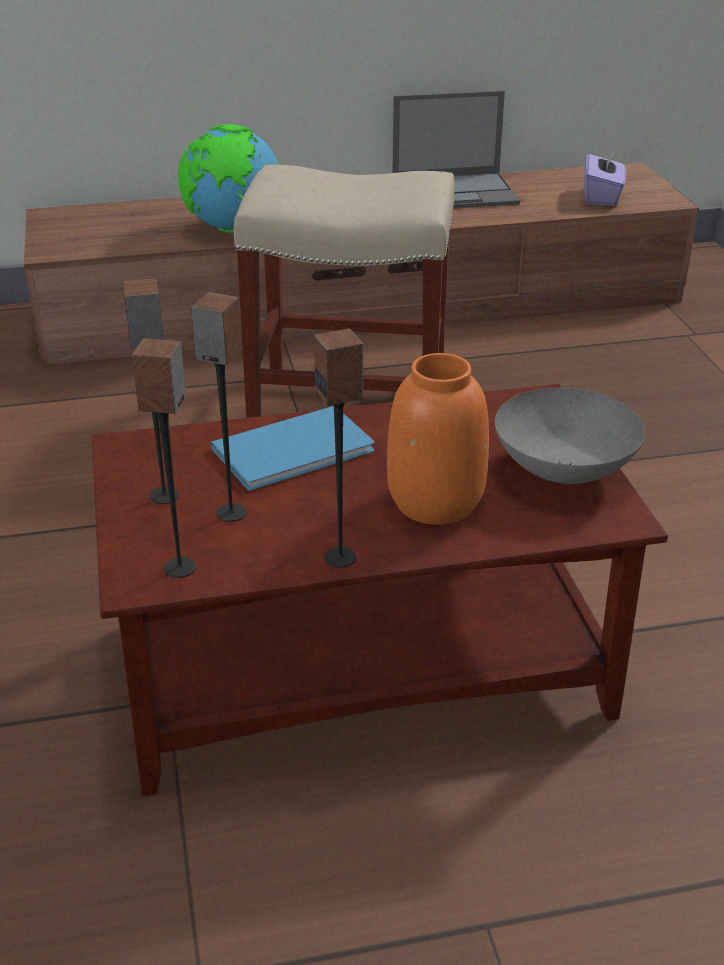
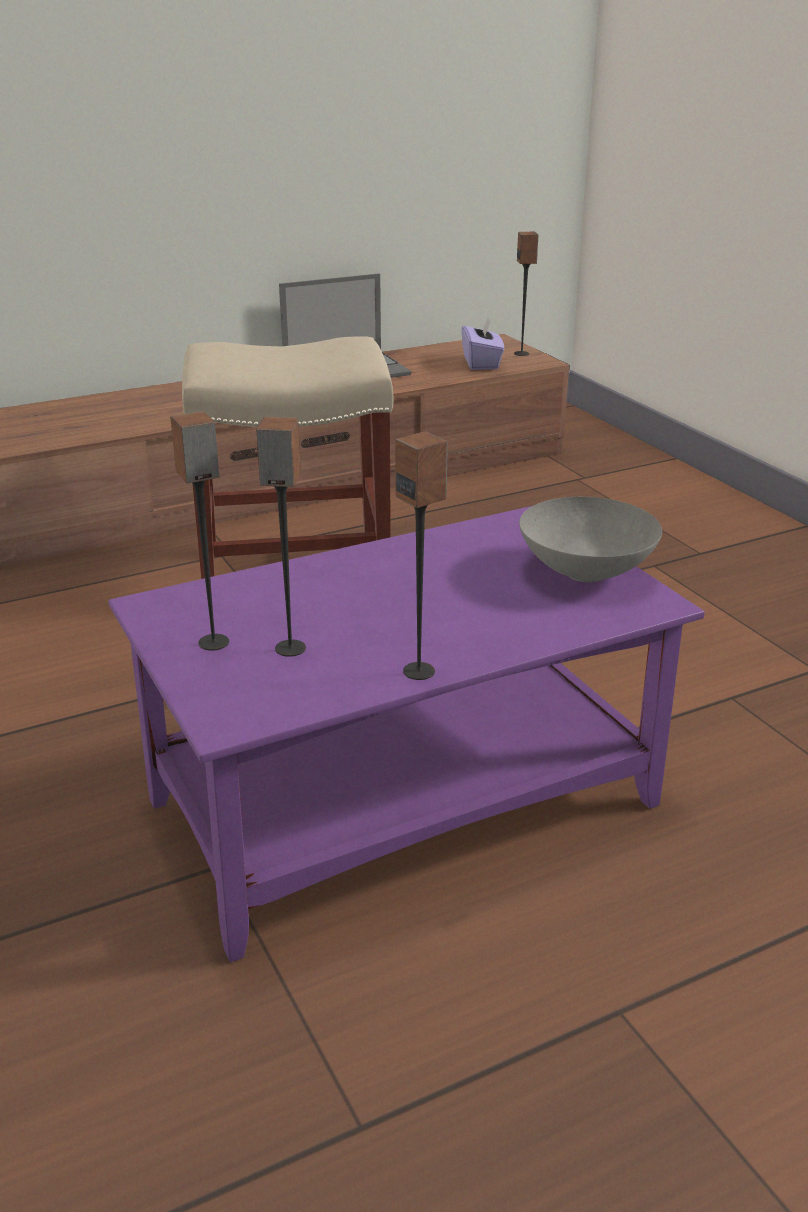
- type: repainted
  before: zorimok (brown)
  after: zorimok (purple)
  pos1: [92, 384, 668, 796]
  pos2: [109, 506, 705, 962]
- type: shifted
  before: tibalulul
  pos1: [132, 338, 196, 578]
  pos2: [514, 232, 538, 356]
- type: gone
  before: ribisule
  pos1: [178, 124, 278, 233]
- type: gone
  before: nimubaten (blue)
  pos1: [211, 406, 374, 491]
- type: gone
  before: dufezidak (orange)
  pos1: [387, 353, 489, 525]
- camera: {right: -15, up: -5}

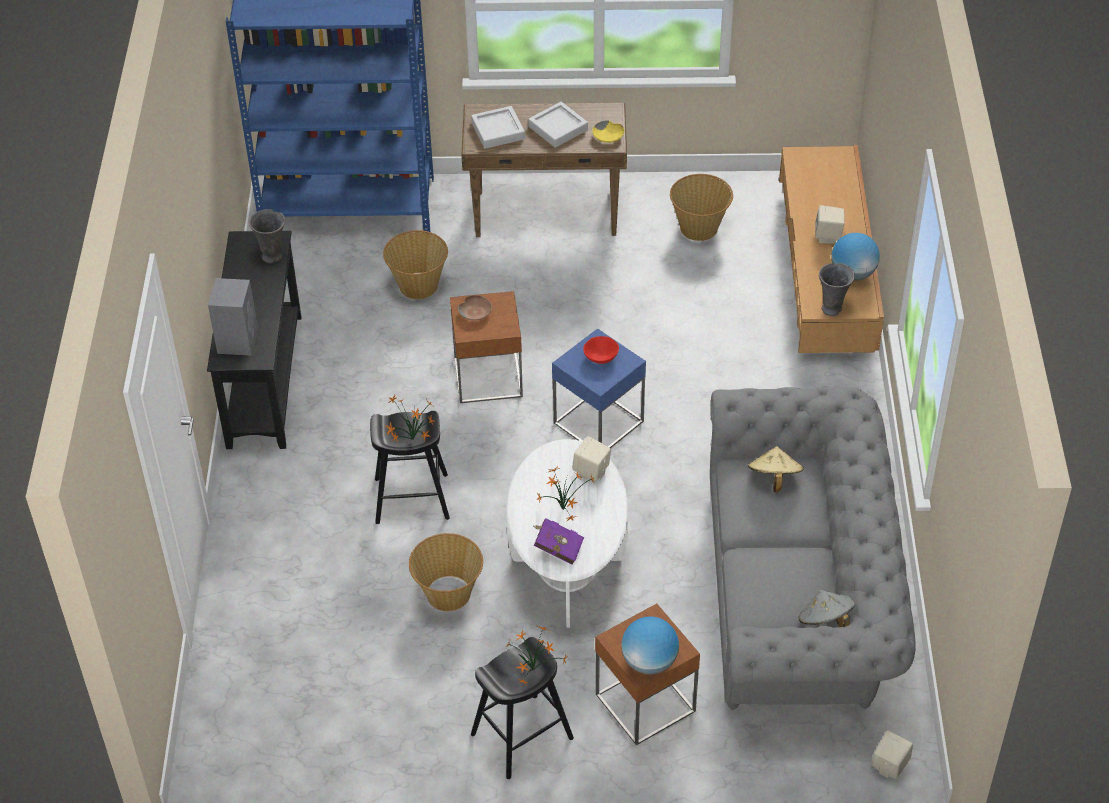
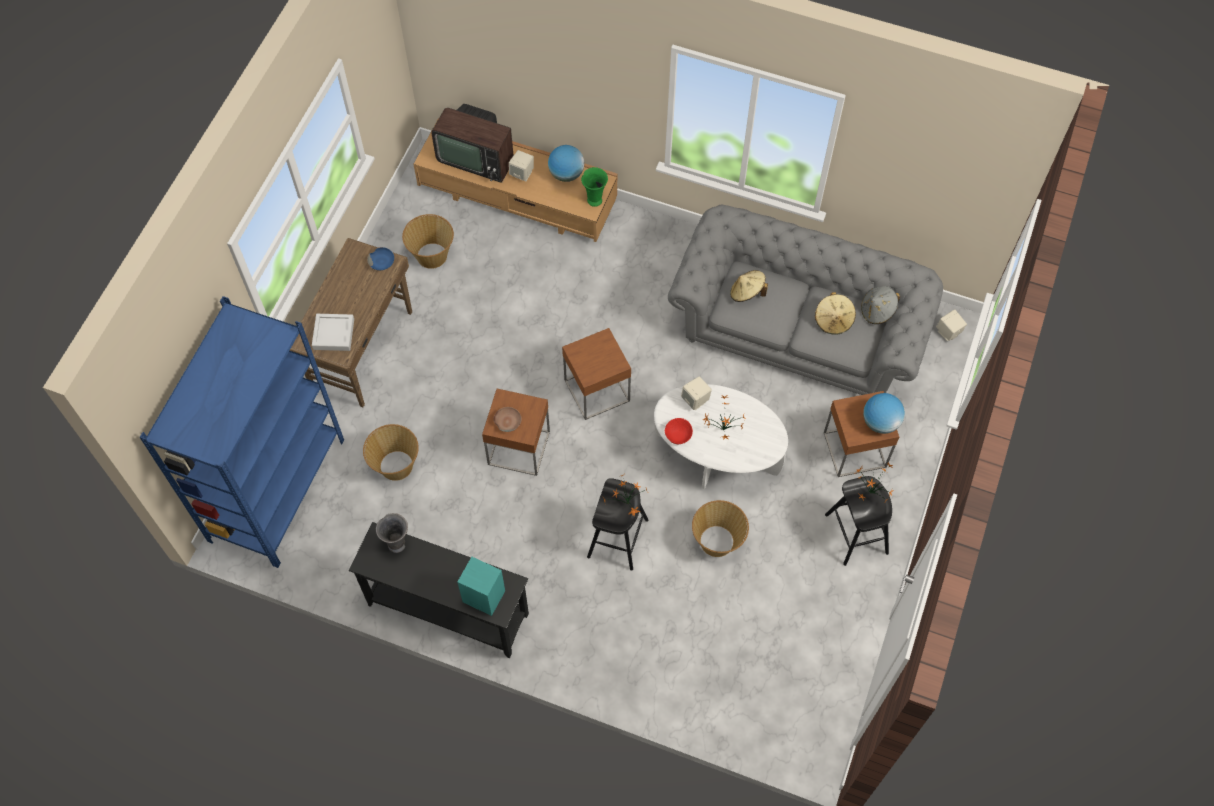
- type: repainted
  before: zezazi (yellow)
  after: zezazi (blue)
  pos1: [592, 120, 624, 143]
  pos2: [367, 247, 394, 270]
- type: new
  after: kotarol
  pos2: [431, 104, 514, 183]
- type: repainted
  before: tibalulul (grey)
  after: tibalulul (turquoise)
  pos1: [208, 278, 258, 356]
  pos2: [457, 557, 505, 616]
- type: repainted
  before: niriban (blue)
  after: niriban (brown)
  pos1: [552, 328, 646, 448]
  pos2: [562, 328, 631, 420]
- type: repainted
  before: dufezidak (grey)
  after: dufezidak (green)
  pos1: [819, 263, 855, 316]
  pos2: [581, 167, 608, 207]
- type: shifted
  before: zezazi (red)
  pos1: [583, 336, 619, 364]
  pos2: [665, 418, 693, 444]
- type: new
  after: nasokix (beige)
  pos2: [815, 292, 856, 335]
- type: gone
  before: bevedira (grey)
  pos1: [528, 102, 588, 148]
- type: gone
  before: nimubaten (purple)
  pos1: [534, 518, 584, 565]
- camera: {right: -70, up: 15}

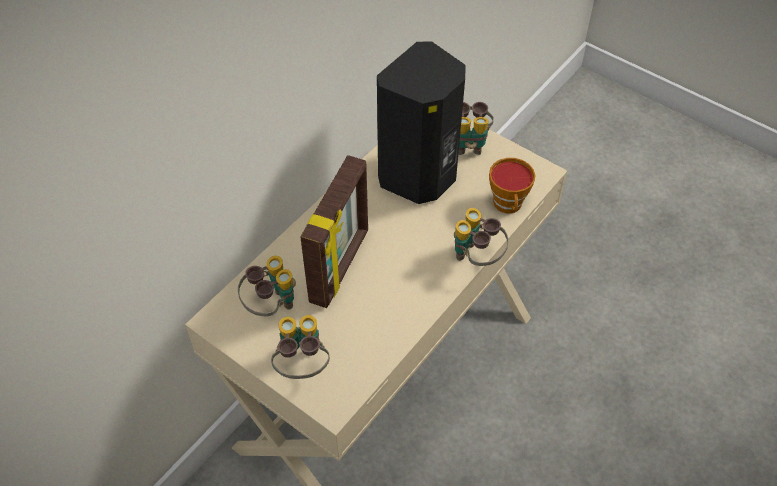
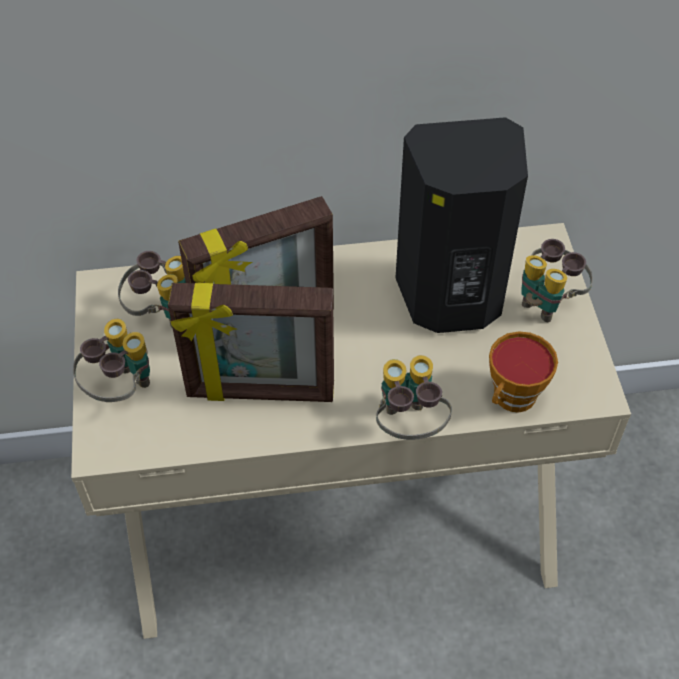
- type: new
  after: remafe
  pos2: [168, 283, 334, 402]
- camera: {right: 45, up: 0}

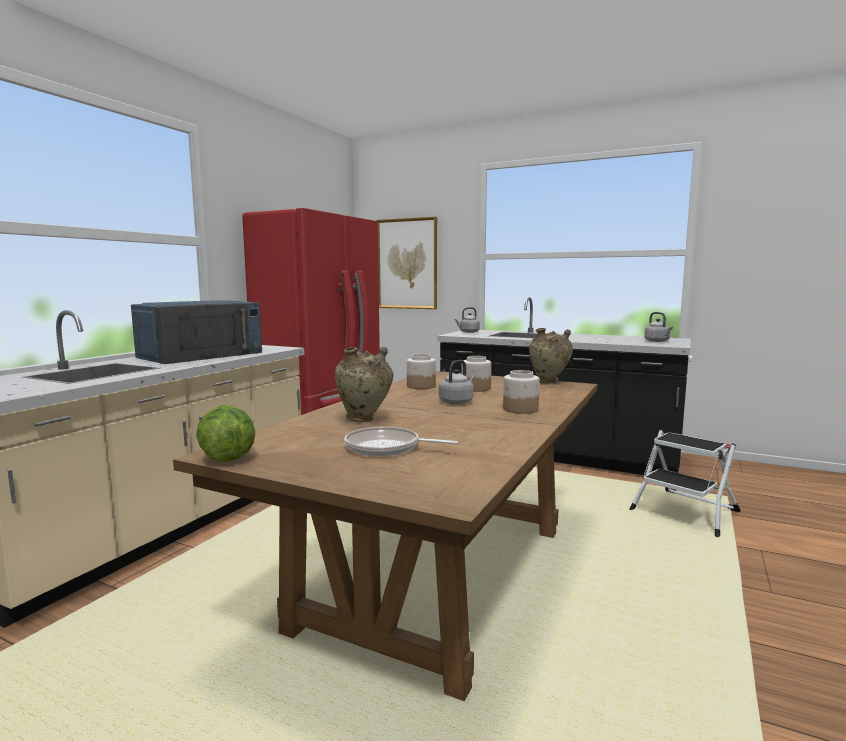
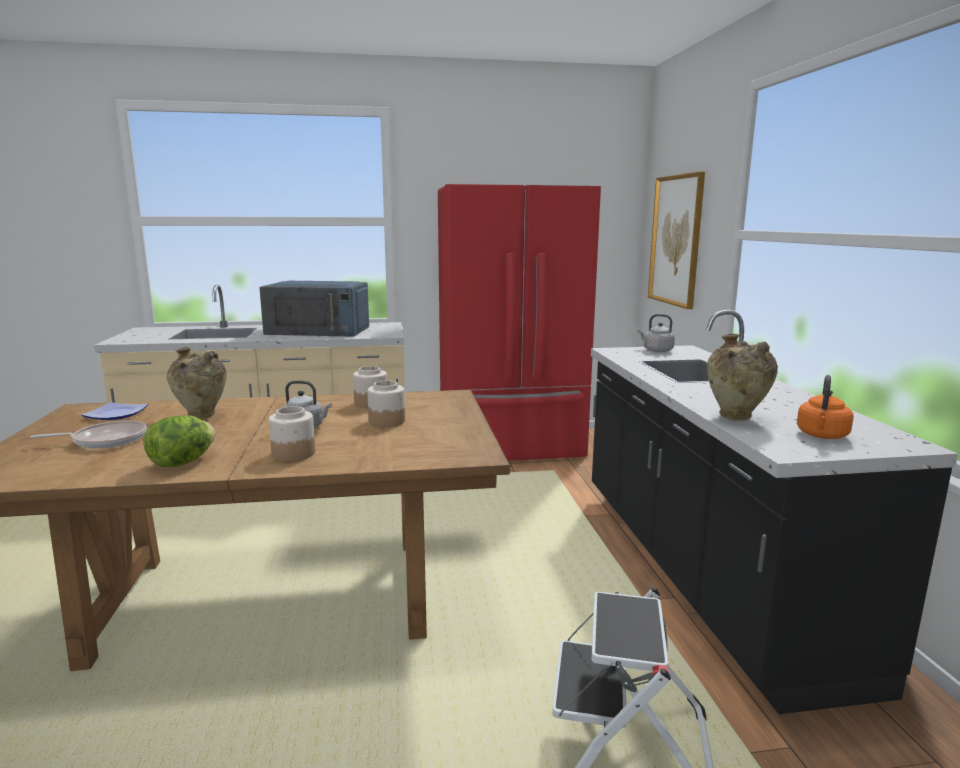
- type: rotated
  before: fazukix
  pos1: [344, 427, 458, 456]
  pos2: [30, 420, 147, 449]
  turn: 90
- type: new
  after: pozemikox
  pos2: [81, 402, 148, 420]
- type: shifted
  before: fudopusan
  pos1: [196, 405, 255, 462]
  pos2: [143, 415, 216, 467]
- type: shifted
  before: dufezidak (beige)
  pos1: [529, 328, 573, 384]
  pos2: [707, 334, 778, 421]
- type: repainted
  before: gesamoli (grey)
  after: gesamoli (orange)
  pos1: [644, 312, 673, 342]
  pos2: [797, 375, 854, 439]
- camera: {right: 55, up: 5}

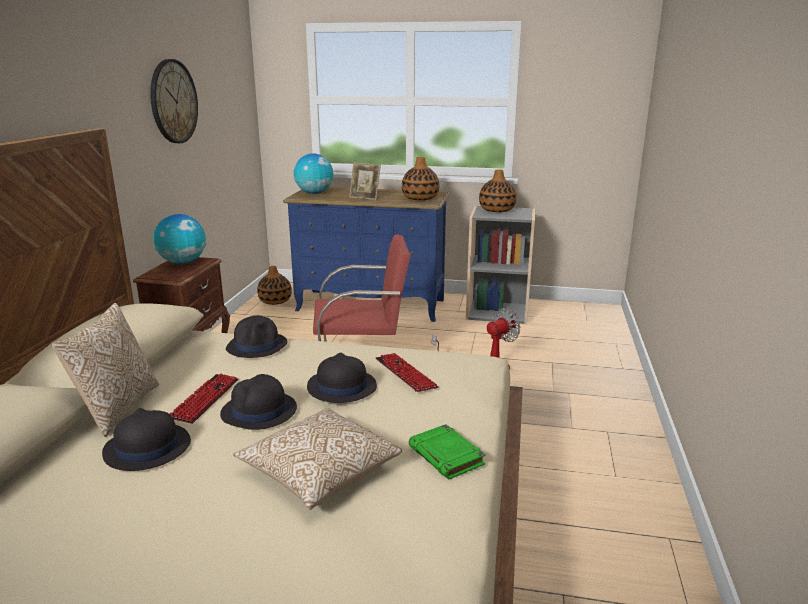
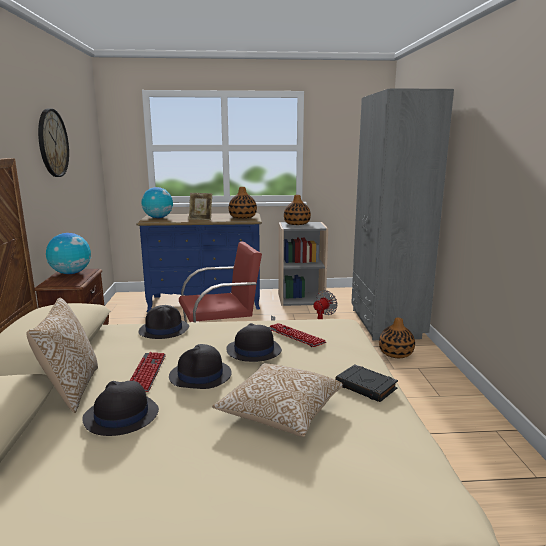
- type: repainted
  before: nimubaten (green)
  after: nimubaten (black)
  pos1: [409, 424, 486, 480]
  pos2: [335, 365, 398, 402]
- type: new
  after: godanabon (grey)
  pos2: [351, 88, 454, 340]
- type: shifted
  before: dufezidak
  pos1: [257, 266, 292, 305]
  pos2: [379, 318, 415, 358]
- camera: {right: -15, up: -5}

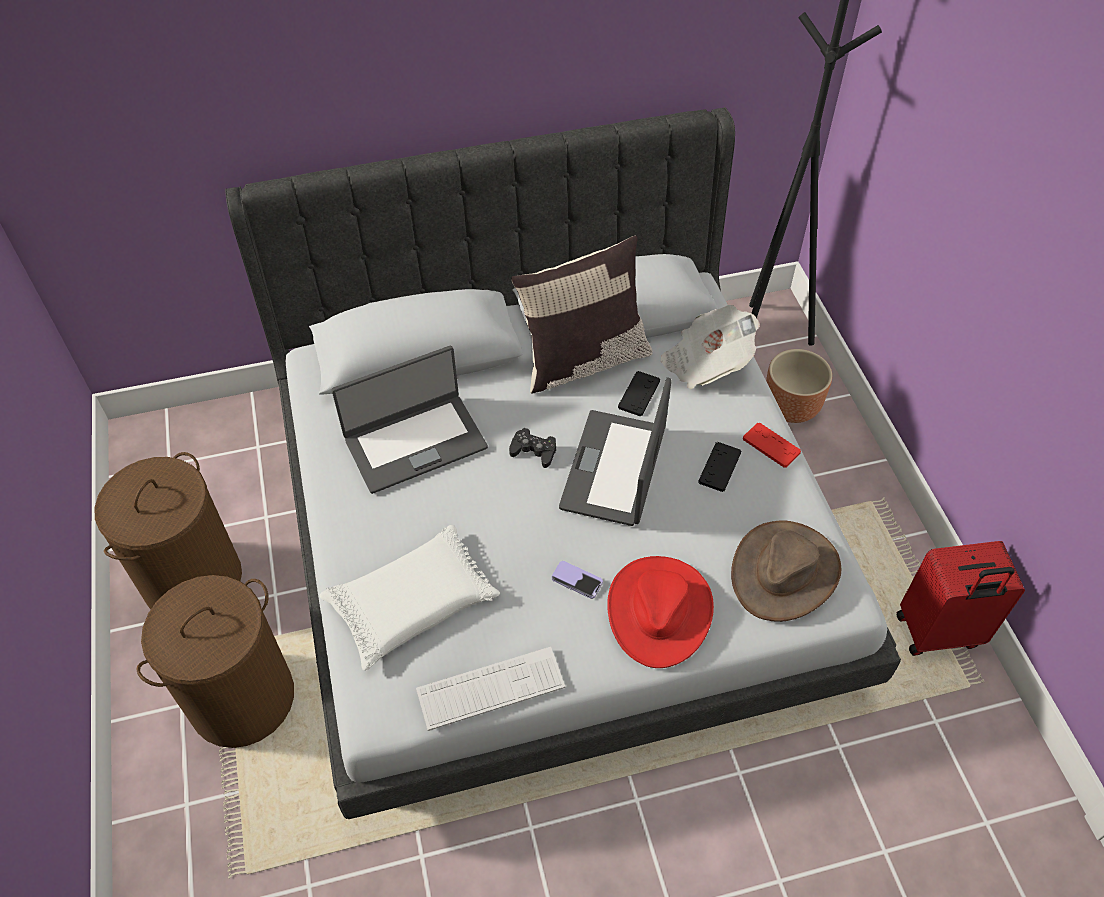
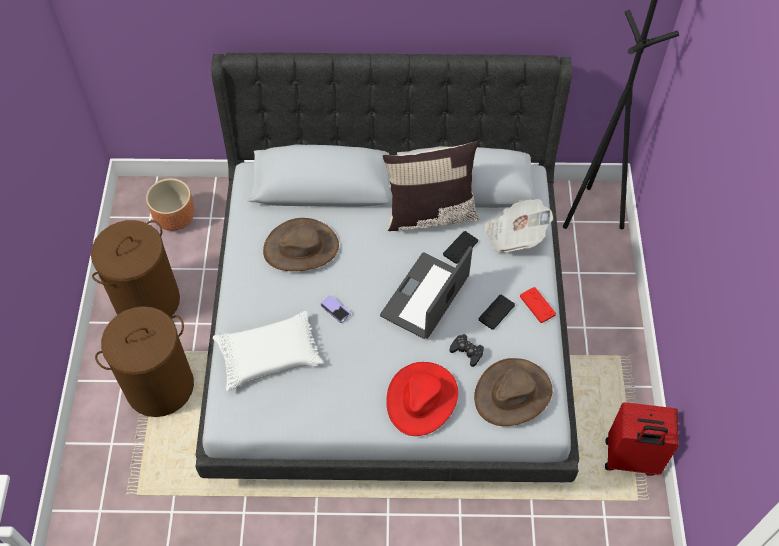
- type: shifted
  before: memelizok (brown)
  pos1: [766, 349, 832, 423]
  pos2: [146, 178, 194, 231]
- type: swapped
  before: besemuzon
  after: nasokix (brown)
  pos1: [332, 346, 488, 494]
  pos2: [263, 218, 339, 271]
- type: shifted
  before: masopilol
  pos1: [551, 561, 603, 599]
  pos2: [320, 295, 351, 323]
- type: shifted
  before: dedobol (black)
  pos1: [509, 428, 556, 468]
  pos2: [450, 334, 484, 367]
- type: gone
  before: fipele
  pos1: [416, 647, 565, 731]
- camera: {right: 15, up: 5}

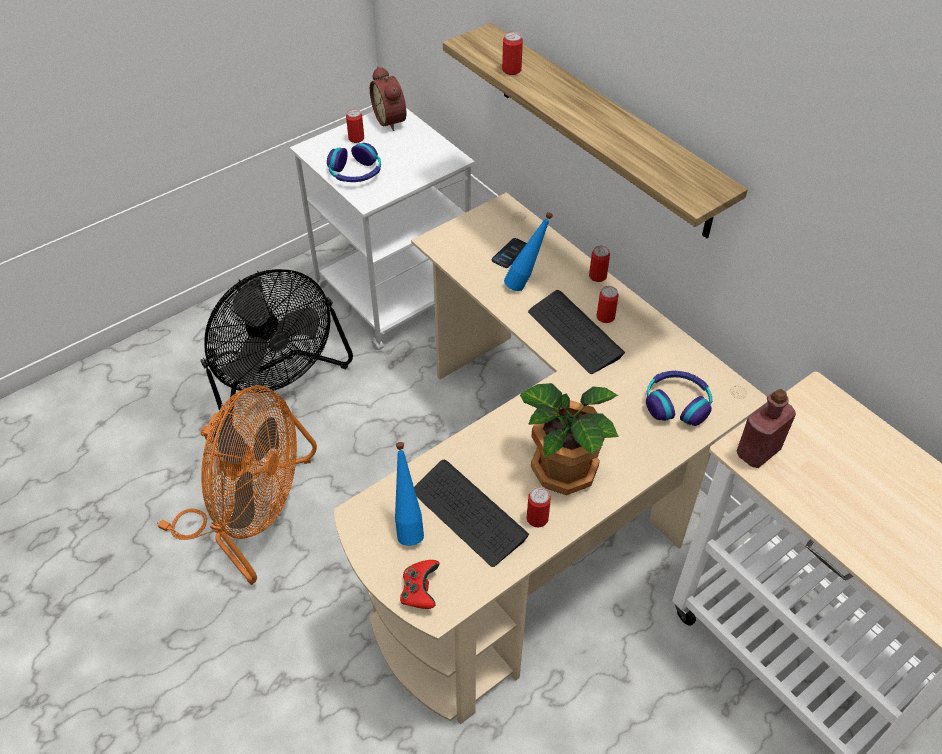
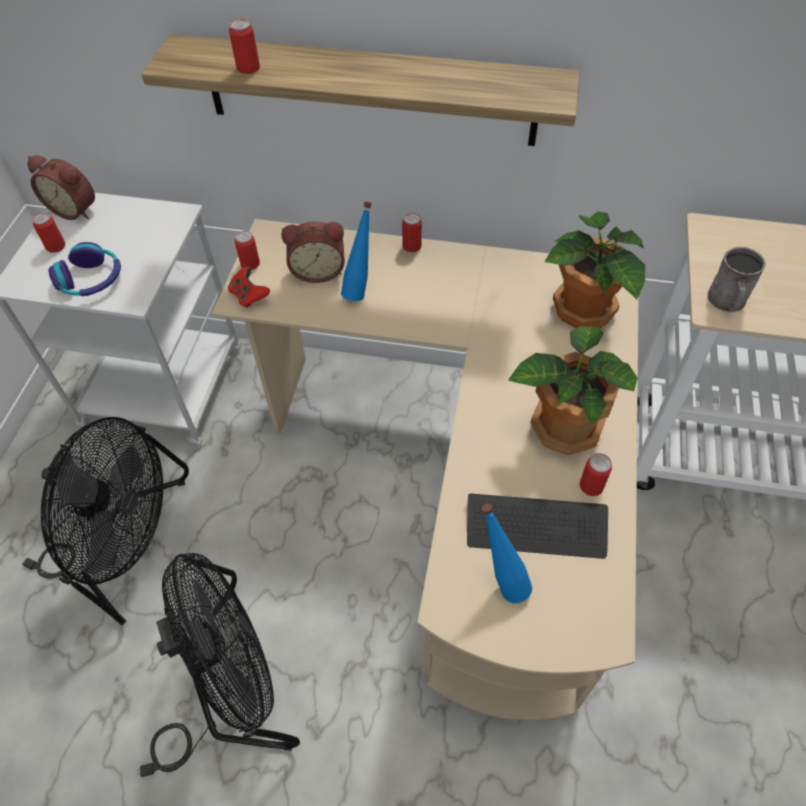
- type: repainted
  before: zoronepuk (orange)
  after: zoronepuk (black)
  pos1: [157, 385, 317, 585]
  pos2: [137, 553, 300, 777]
- type: shifted
  before: dedobol (red)
  pos1: [400, 560, 439, 609]
  pos2: [228, 266, 270, 308]
- type: shifted
  before: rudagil
  pos1: [596, 286, 619, 323]
  pos2: [235, 231, 260, 270]
- type: swapped
  before: masopilol
  after: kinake
  pos1: [492, 238, 527, 268]
  pos2: [281, 221, 345, 283]
- type: swapped
  before: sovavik
  after: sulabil
  pos1: [646, 371, 713, 426]
  pos2: [545, 211, 645, 328]
- type: swapped
  before: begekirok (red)
  after: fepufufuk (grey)
  pos1: [737, 389, 796, 468]
  pos2: [708, 247, 766, 312]
- type: gone
  before: fipele
  pos1: [528, 290, 625, 374]
- camera: {right: -40, up: 5}

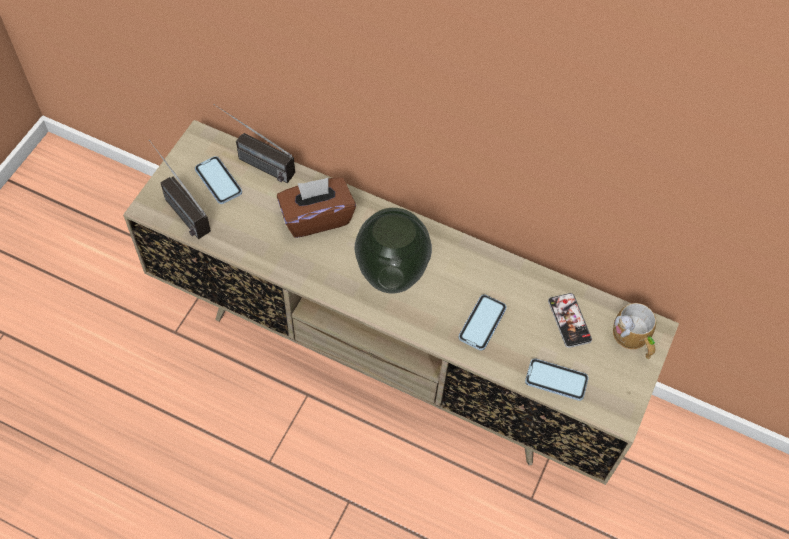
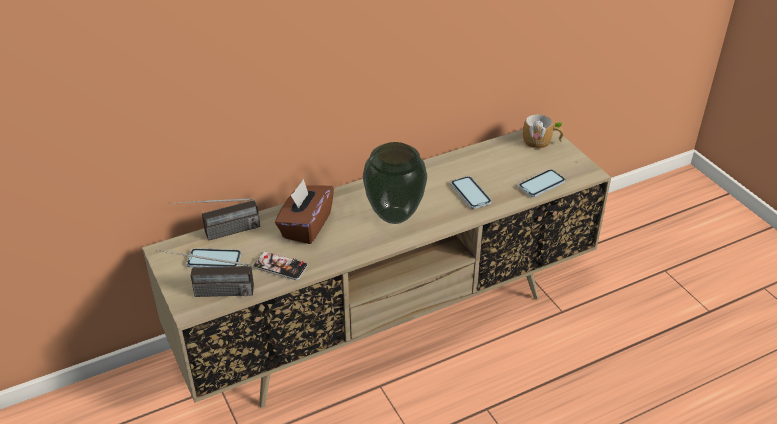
- type: shifted
  before: masopilol
  pos1: [548, 293, 592, 348]
  pos2: [253, 251, 308, 280]
- camera: {right: -50, up: -20}

